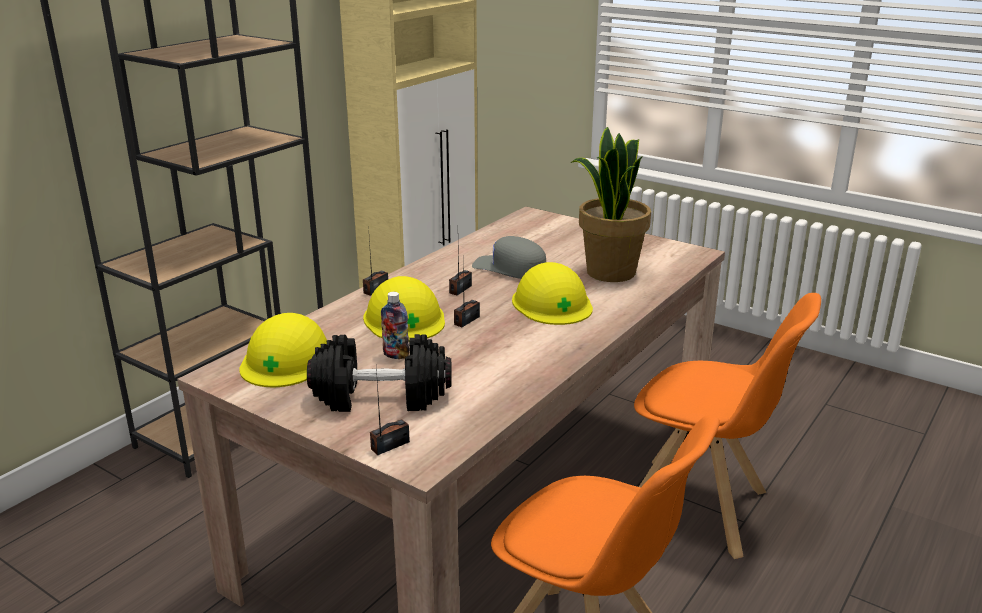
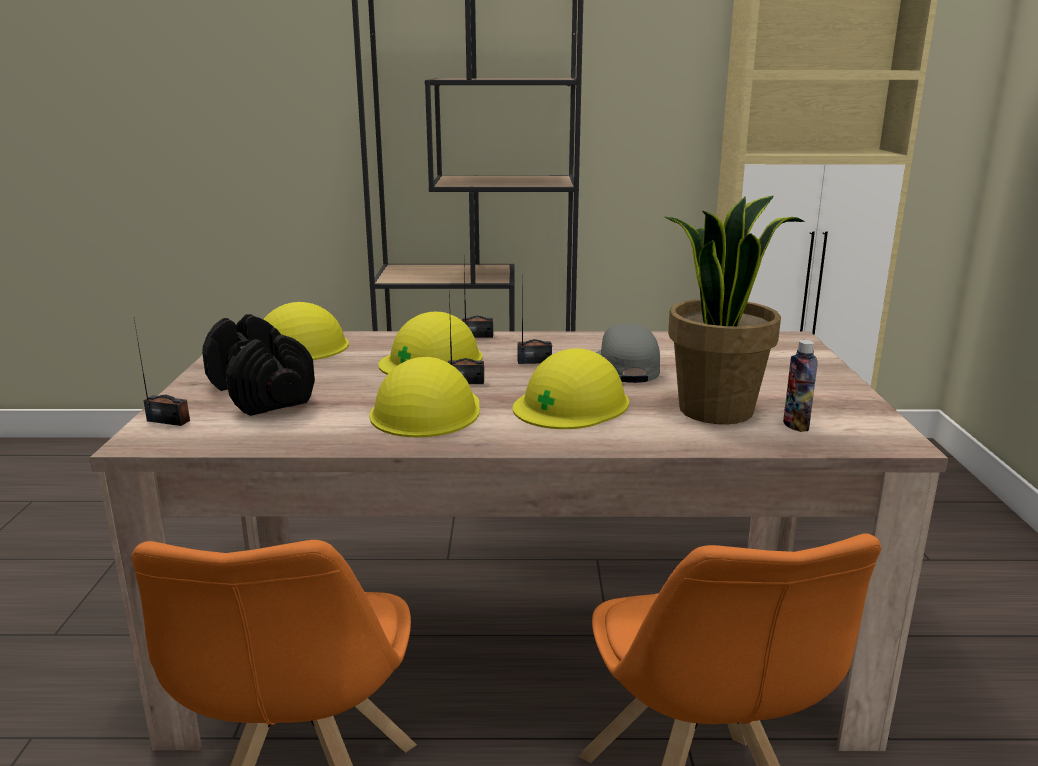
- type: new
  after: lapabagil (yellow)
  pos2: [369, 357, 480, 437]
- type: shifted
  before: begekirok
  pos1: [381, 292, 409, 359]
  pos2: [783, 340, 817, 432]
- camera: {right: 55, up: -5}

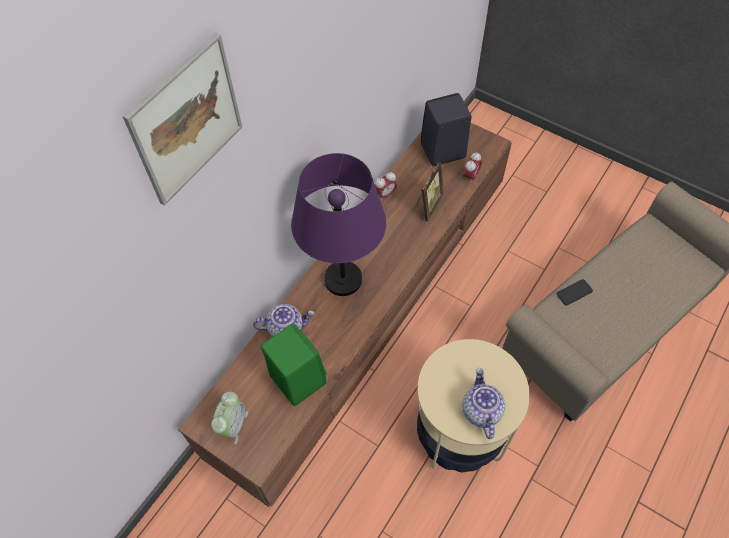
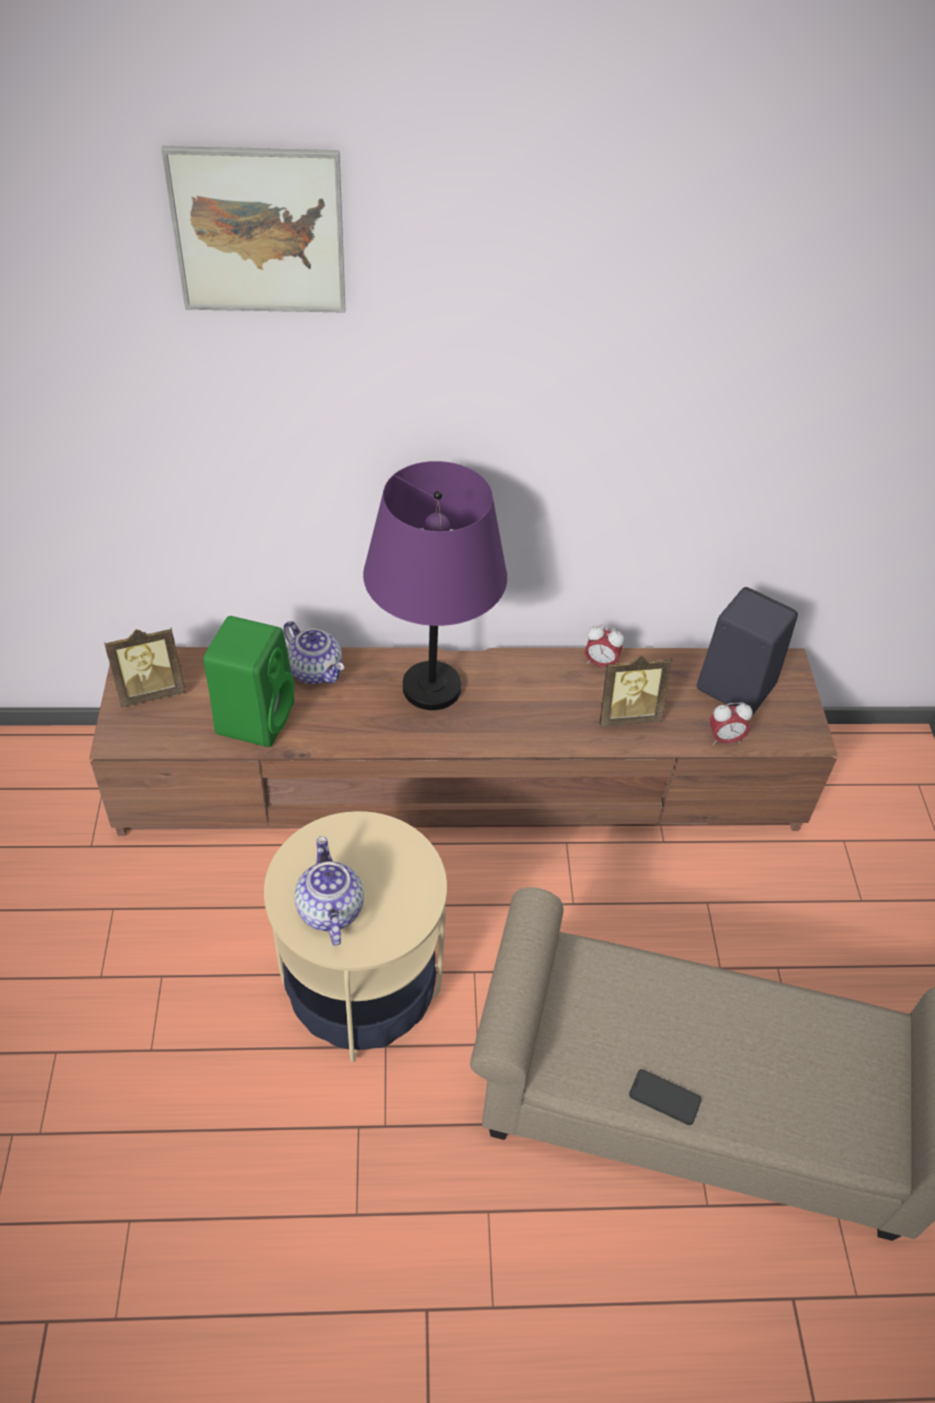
- type: swapped
  before: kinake
  after: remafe
  pos1: [211, 392, 248, 444]
  pos2: [104, 628, 185, 707]
- type: rotated
  before: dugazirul
  pos1: [462, 368, 505, 439]
  pos2: [295, 836, 364, 946]
  turn: -60
- type: shifted
  before: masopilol
  pos1: [557, 279, 593, 306]
  pos2: [629, 1069, 702, 1125]
- camera: {right: 50, up: -10}

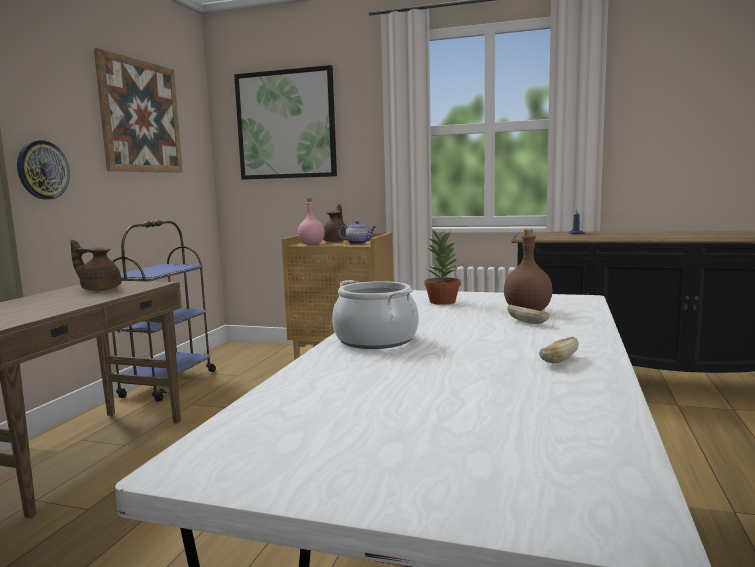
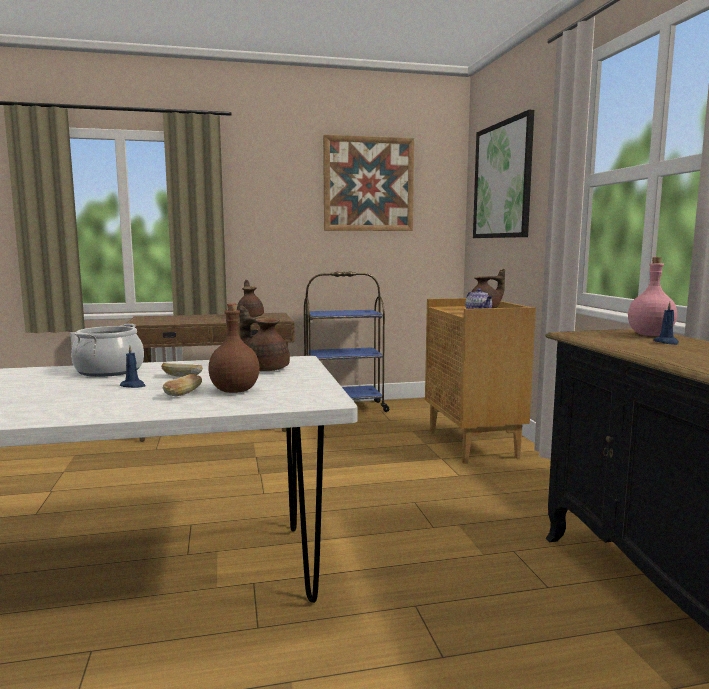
- type: new
  after: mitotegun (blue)
  pos2: [120, 346, 146, 388]
- type: shifted
  before: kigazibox
  pos1: [539, 337, 578, 363]
  pos2: [161, 363, 203, 377]
- type: swapped
  before: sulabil
  after: dugazirul (brown)
  pos1: [424, 229, 461, 305]
  pos2: [240, 306, 290, 371]
- type: shifted
  before: begekirok (pink)
  pos1: [298, 198, 325, 245]
  pos2: [628, 257, 677, 336]
- type: gone
  before: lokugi
  pos1: [17, 140, 70, 200]
- camera: {right: 60, up: 0}

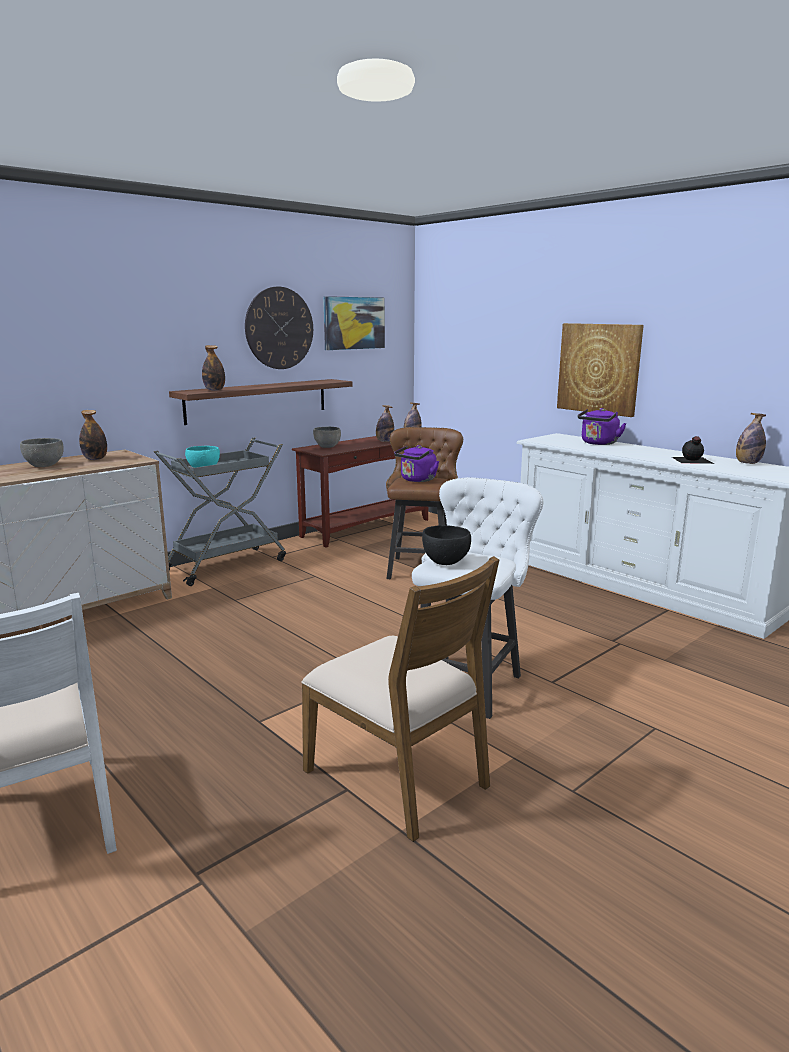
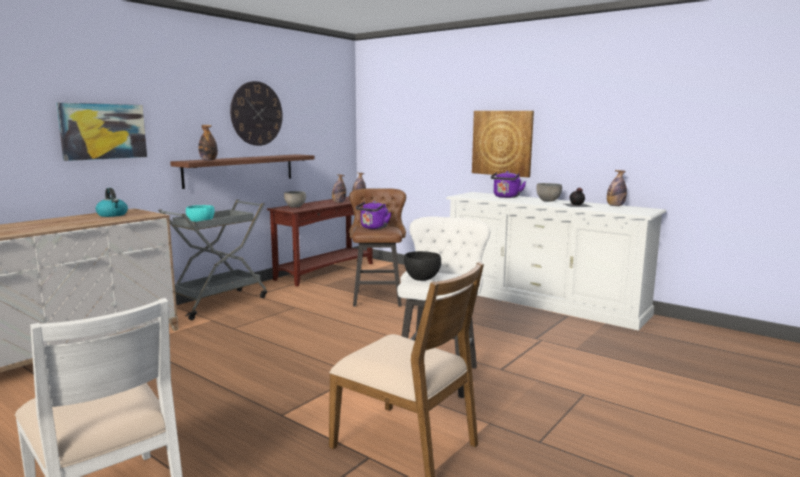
- type: shifted
  before: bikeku
  pos1: [323, 296, 385, 350]
  pos2: [56, 103, 147, 161]
- type: swapped
  before: begekirok
  after: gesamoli
  pos1: [79, 410, 107, 460]
  pos2: [96, 188, 128, 217]
- type: shifted
  before: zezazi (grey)
  pos1: [20, 438, 64, 467]
  pos2: [536, 183, 562, 201]
- camera: {right: -10, up: -5}

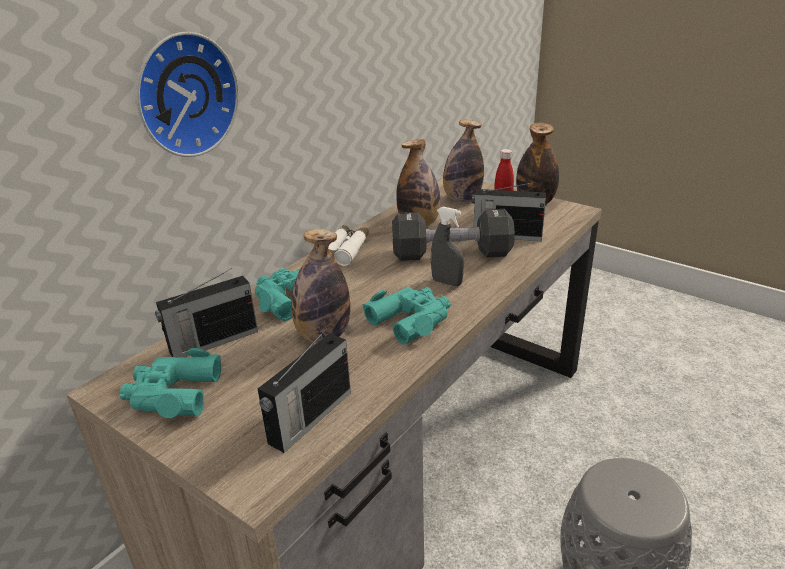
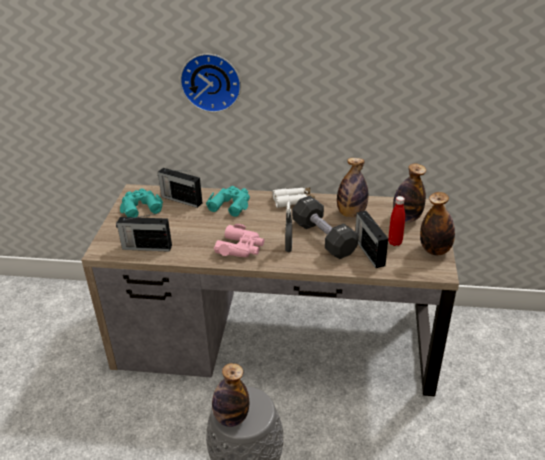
- type: shifted
  before: begekirok
  pos1: [291, 229, 350, 343]
  pos2: [212, 363, 249, 427]
- type: repainted
  before: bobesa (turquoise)
  after: bobesa (pink)
  pos1: [362, 287, 451, 345]
  pos2: [214, 224, 264, 257]
- camera: {right: 60, up: 5}

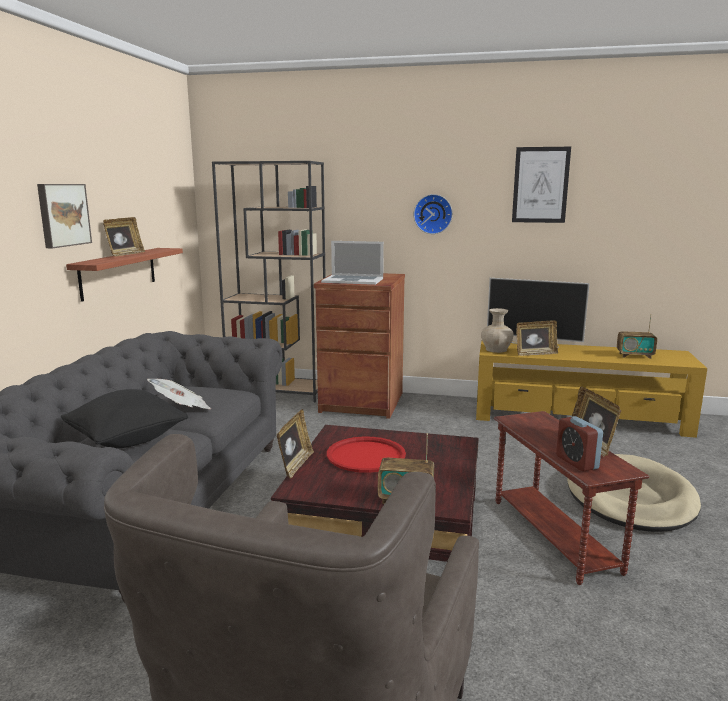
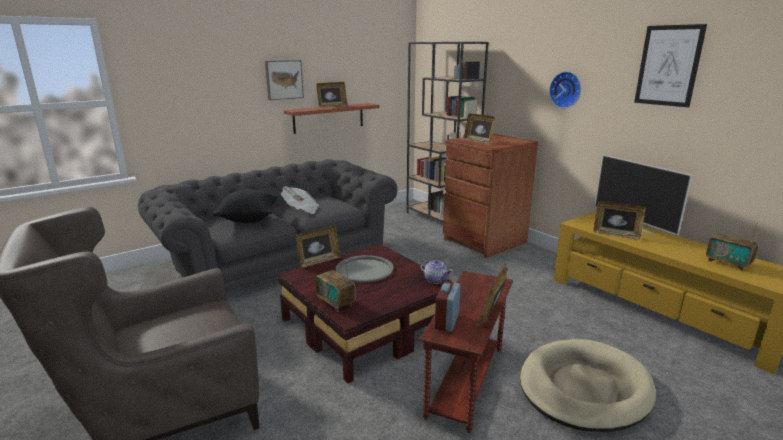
- type: repainted
  before: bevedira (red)
  after: bevedira (grey)
  pos1: [327, 436, 406, 473]
  pos2: [336, 255, 394, 283]
- type: new
  after: dugazirul
  pos2: [420, 260, 453, 284]
- type: swapped
  before: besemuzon
  after: remafe
  pos1: [321, 241, 384, 285]
  pos2: [464, 113, 495, 144]
- type: gone
  before: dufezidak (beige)
  pos1: [481, 308, 514, 353]
- camera: {right: 40, up: 5}

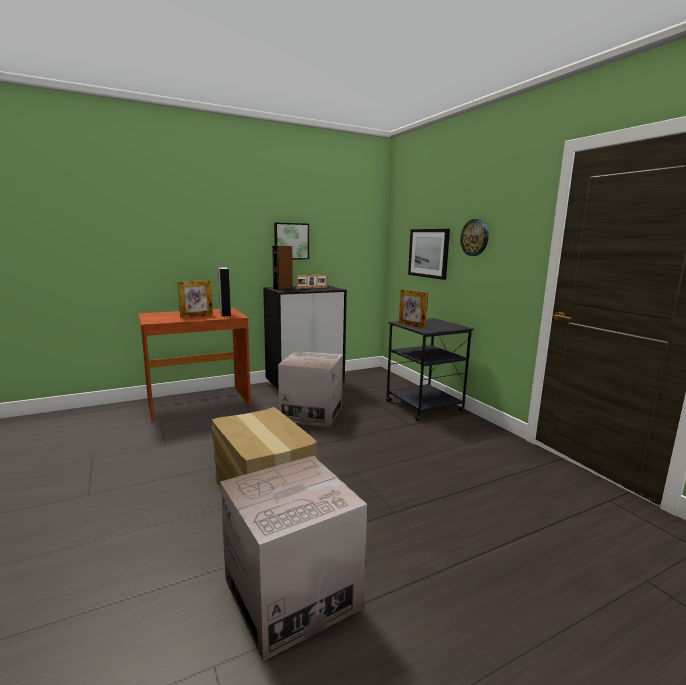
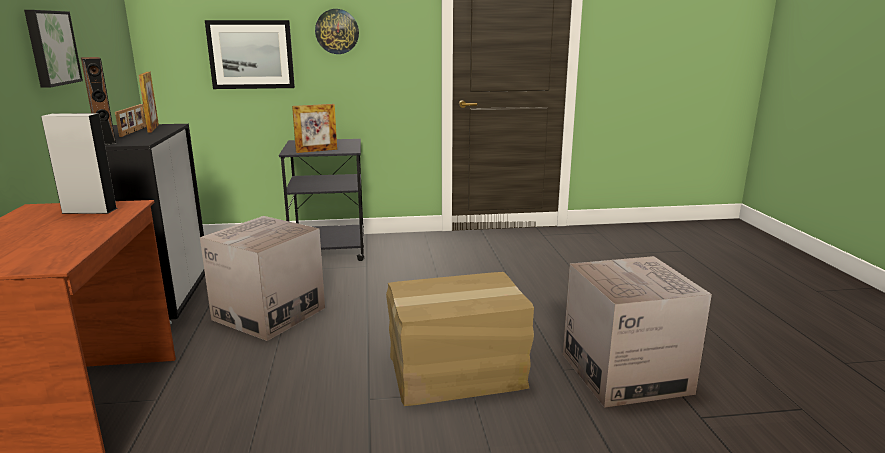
- type: shifted
  before: remafe
  pos1: [178, 280, 213, 318]
  pos2: [138, 72, 159, 133]
- camera: {right: -70, up: 5}

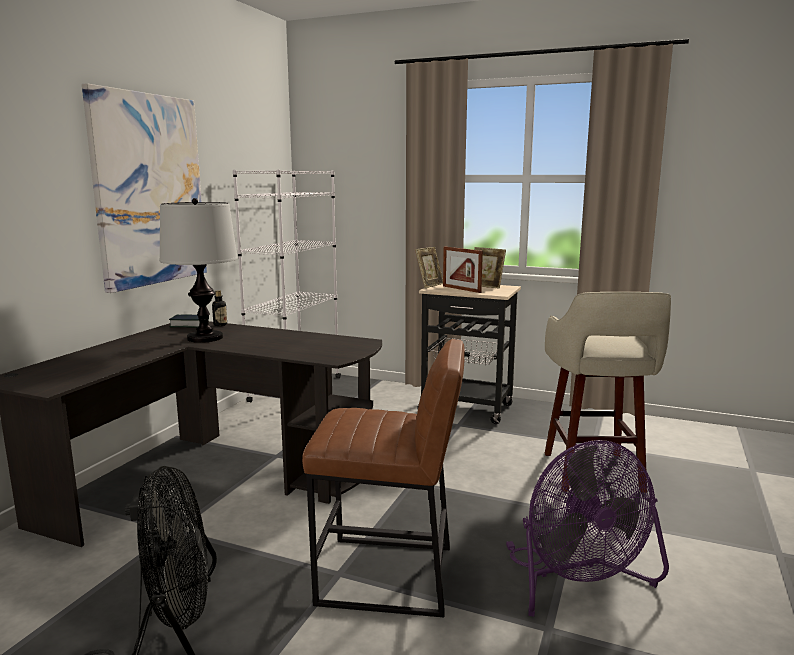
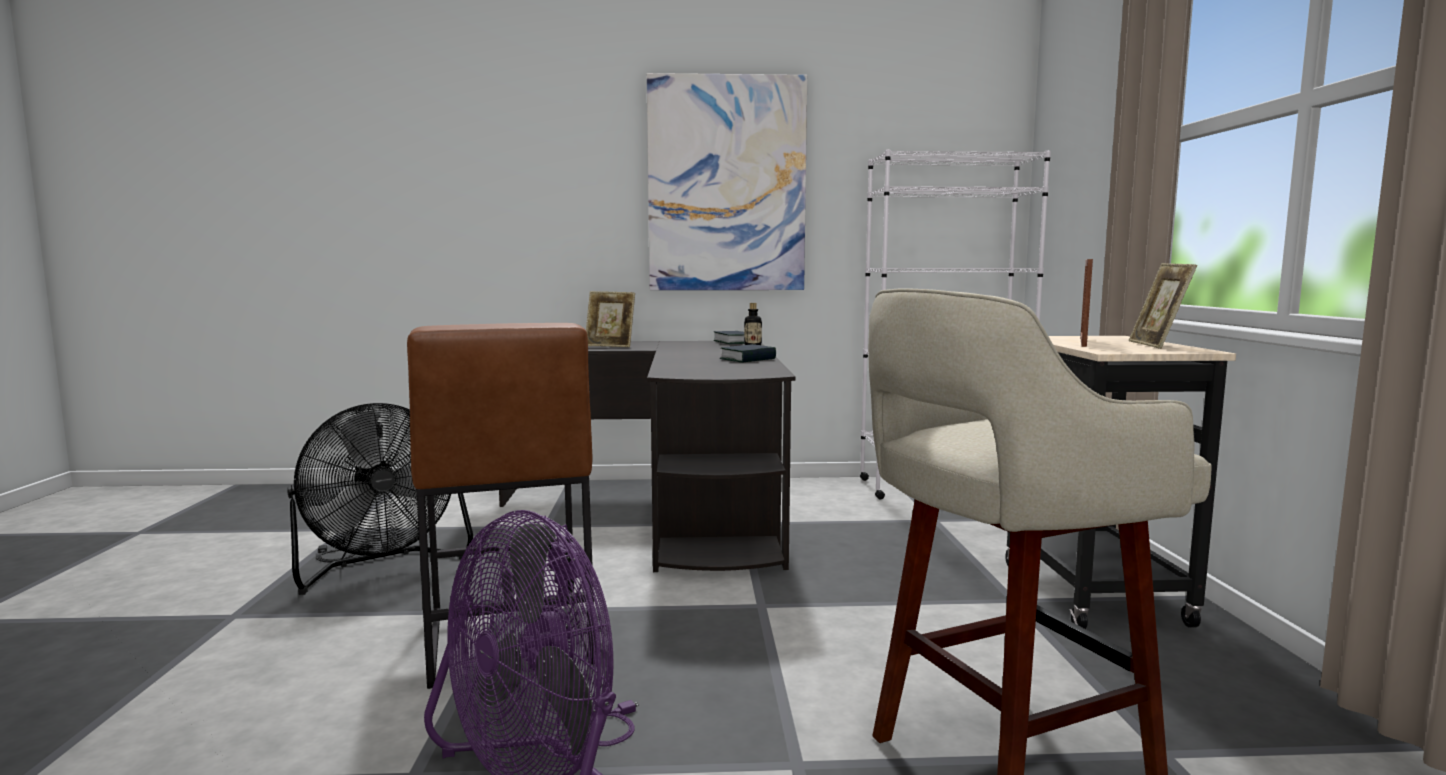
- type: shifted
  before: remafe
  pos1: [415, 247, 443, 288]
  pos2: [586, 291, 635, 347]
- type: new
  after: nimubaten
  pos2: [720, 344, 776, 363]
- type: gone
  before: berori
  pos1: [160, 198, 238, 343]
- camera: {right: 65, up: -5}

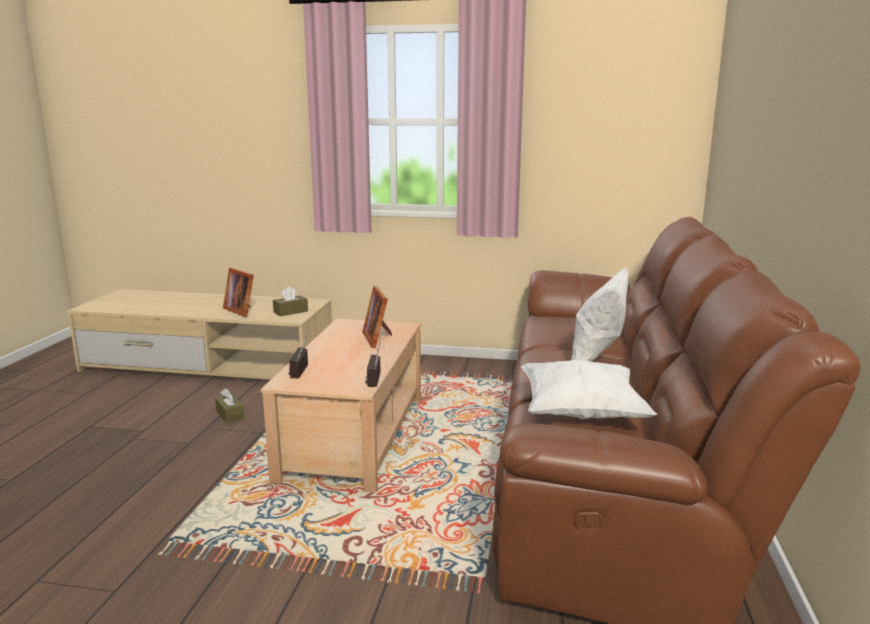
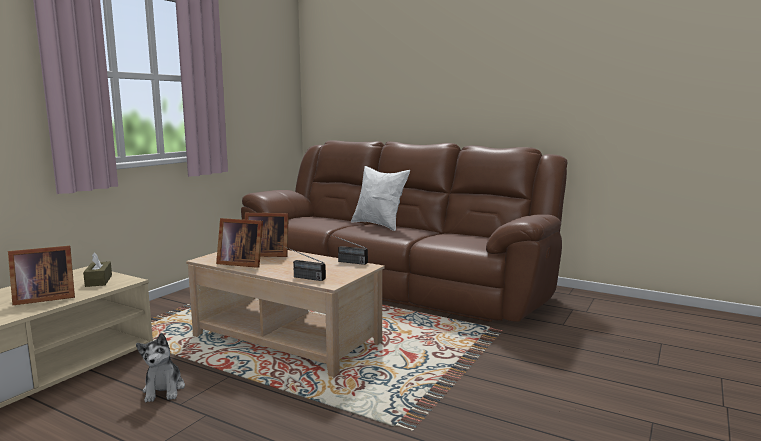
- type: swapped
  before: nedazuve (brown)
  after: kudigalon
  pos1: [215, 388, 244, 423]
  pos2: [136, 333, 185, 402]
- type: new
  after: remafe
  pos2: [216, 218, 263, 268]
- type: gone
  before: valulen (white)
  pos1: [521, 360, 657, 419]
- camera: {right: -70, up: -5}

